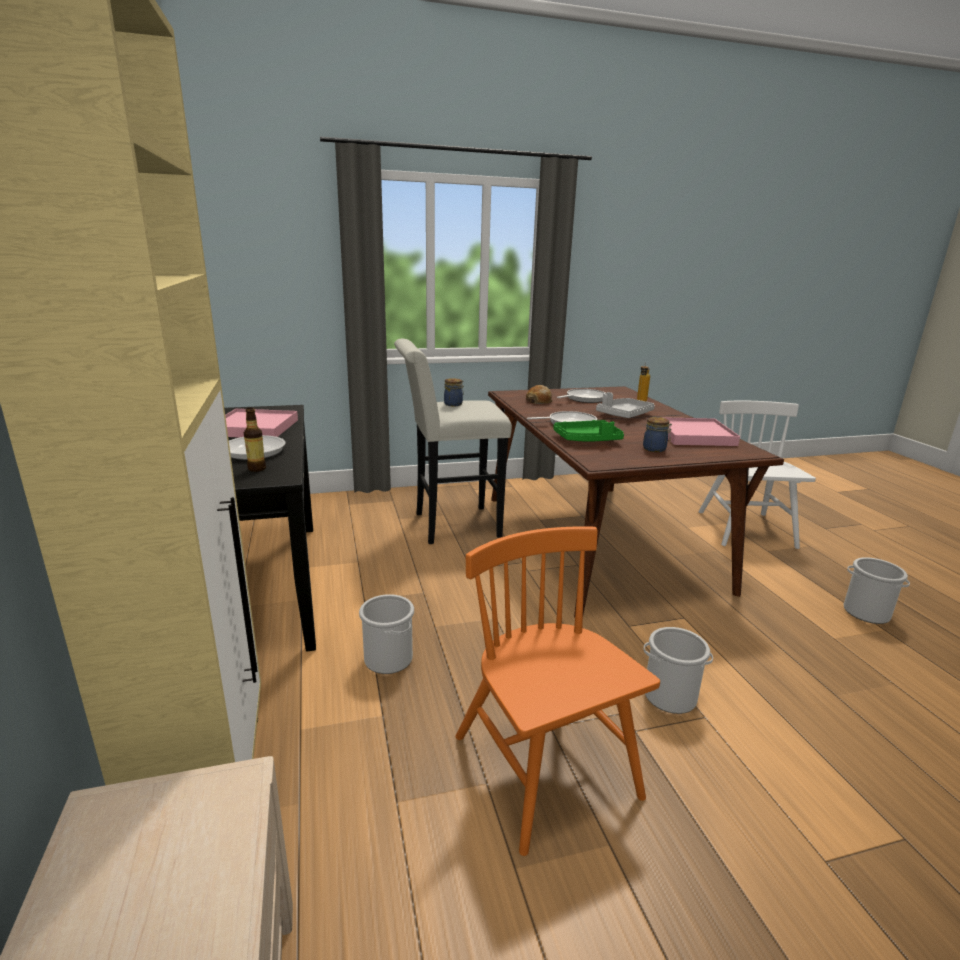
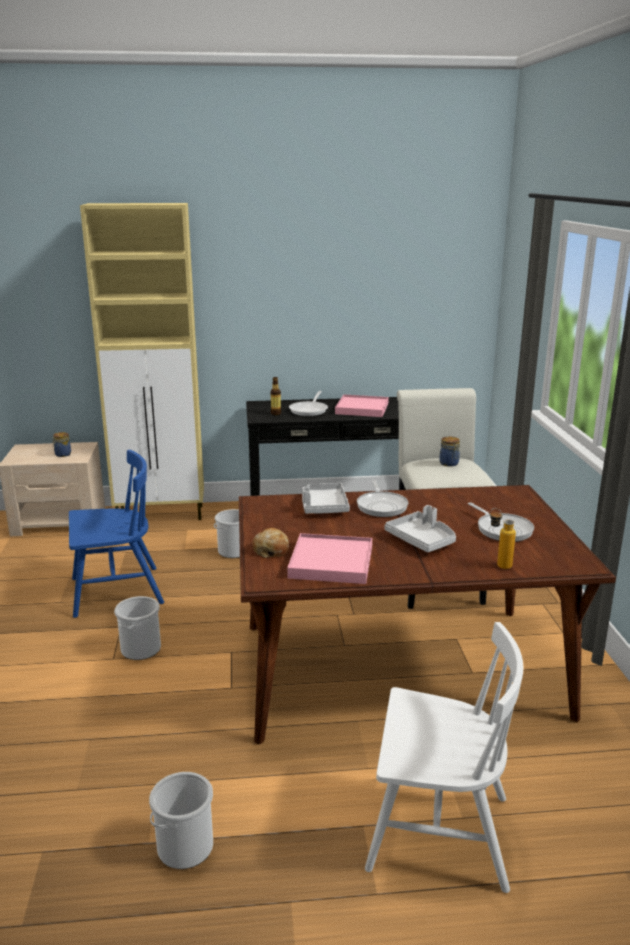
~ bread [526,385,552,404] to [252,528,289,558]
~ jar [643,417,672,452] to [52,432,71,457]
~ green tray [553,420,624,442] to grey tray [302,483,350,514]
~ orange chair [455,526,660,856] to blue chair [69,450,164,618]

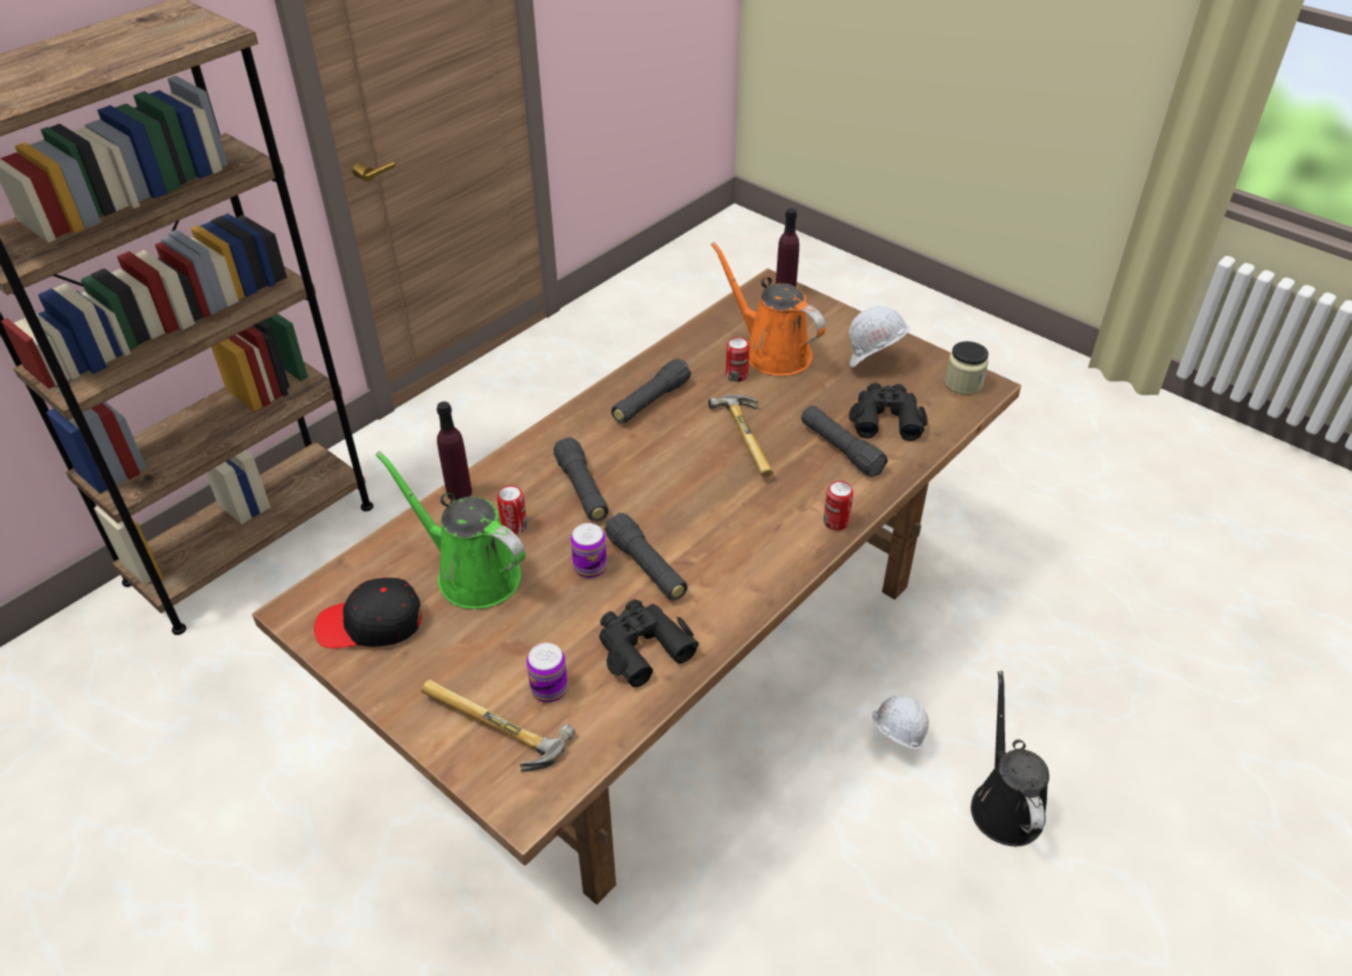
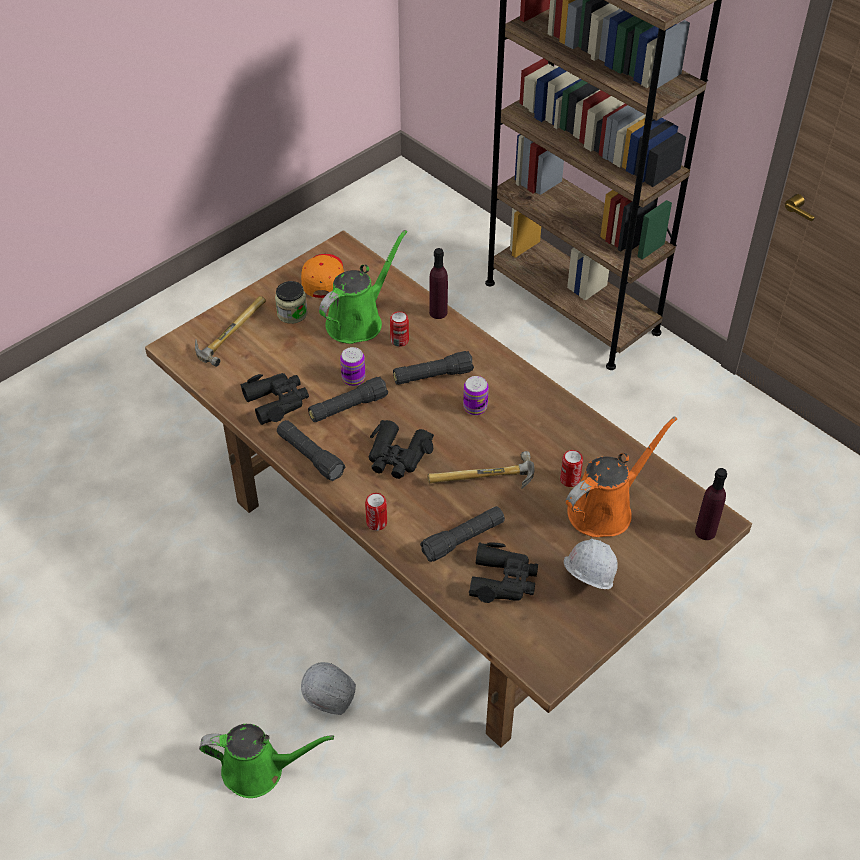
~ jar [945,341,988,395] to [275,281,307,324]
~ black flashlight [611,359,691,424] to [277,420,345,481]
~ black cap [314,577,422,648] to orange cap [301,254,344,298]
~ can [526,643,568,702] to [463,376,489,415]
~ black watering can [971,671,1049,846] to green watering can [199,724,334,798]
+ black binoculars [369,420,434,479]

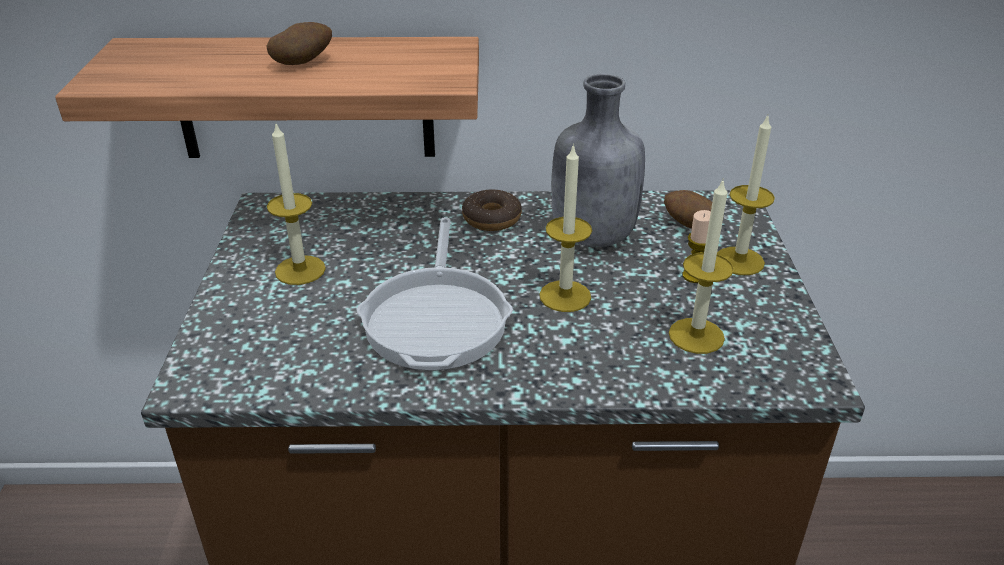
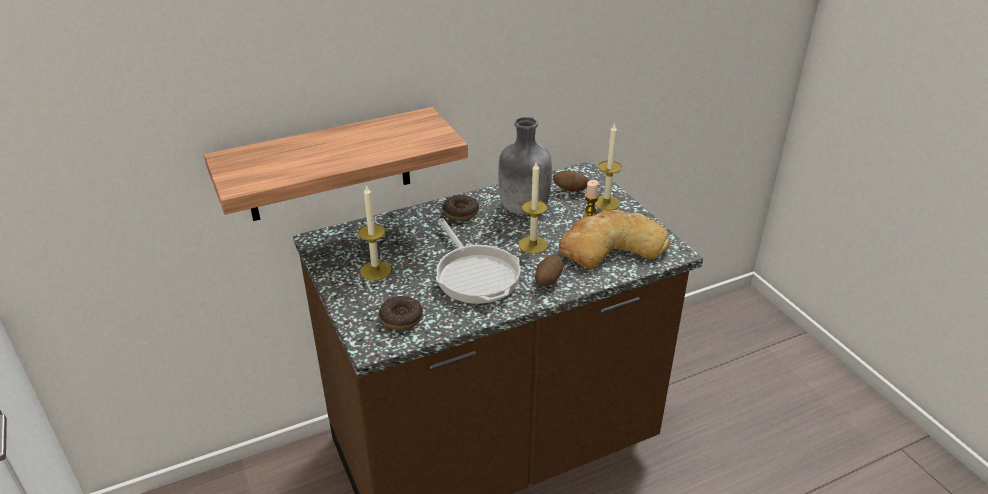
~ potato [266,22,332,65] to [535,255,563,286]
~ candle [669,180,734,354] to bread [559,210,670,269]
+ donut [379,296,423,330]

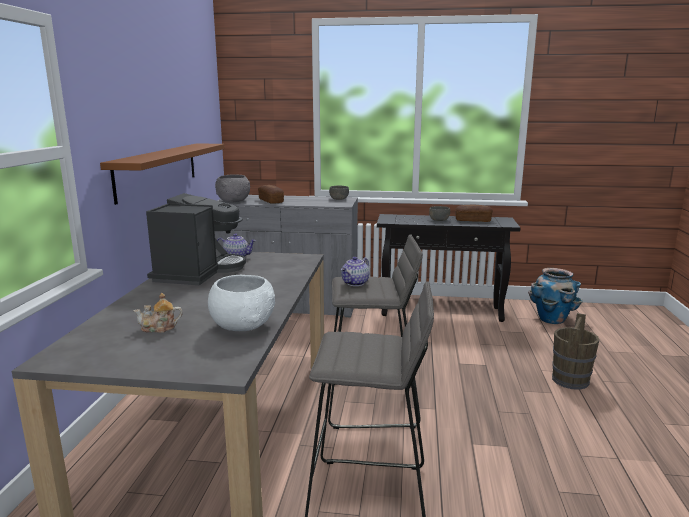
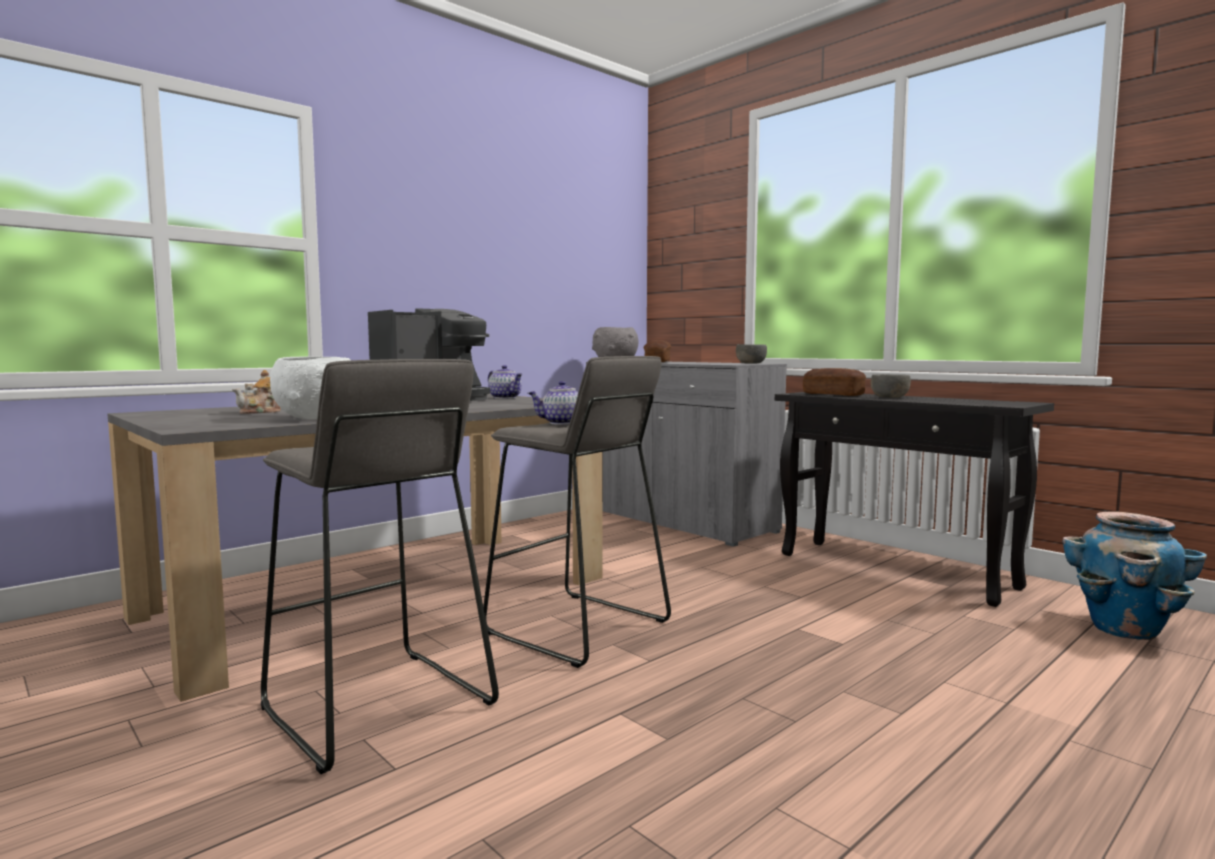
- brown shelf [100,143,225,205]
~ bread [455,204,493,222] to [803,368,866,396]
~ teapot [133,293,183,333] = [232,370,281,414] 75 degrees counterclockwise
- brown bucket [552,313,599,390]

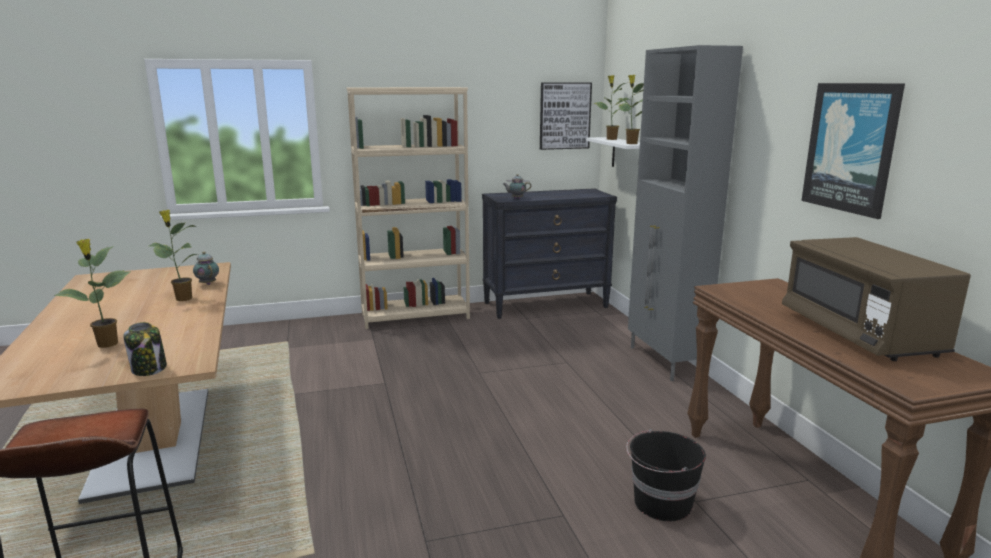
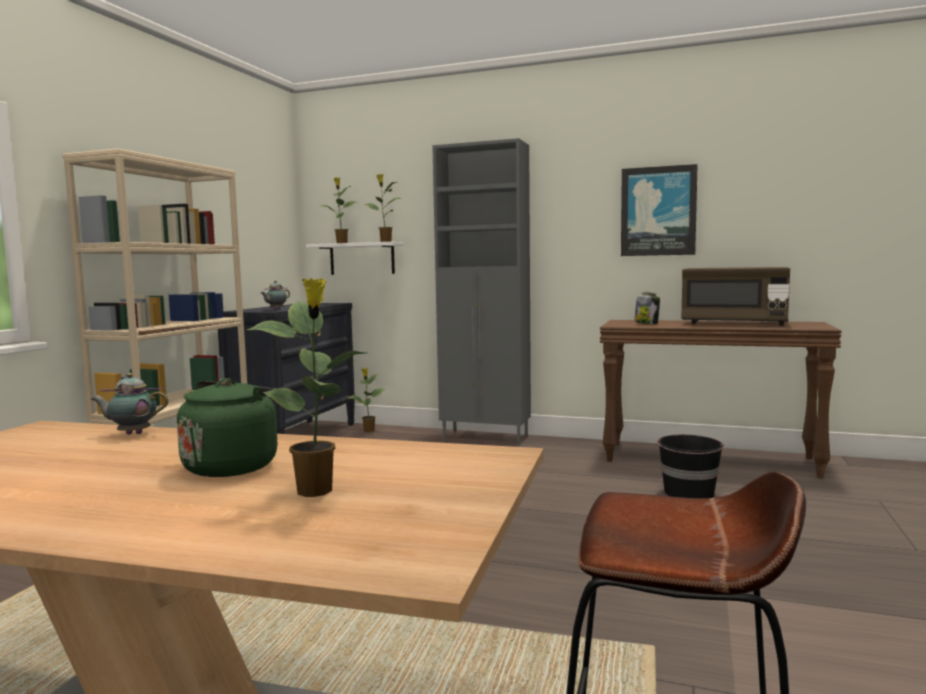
- picture [540,83,592,150]
~ potted plant [149,210,198,301] to [348,368,386,432]
~ jar [123,322,167,376] to [634,292,660,324]
+ green kettle [177,378,277,477]

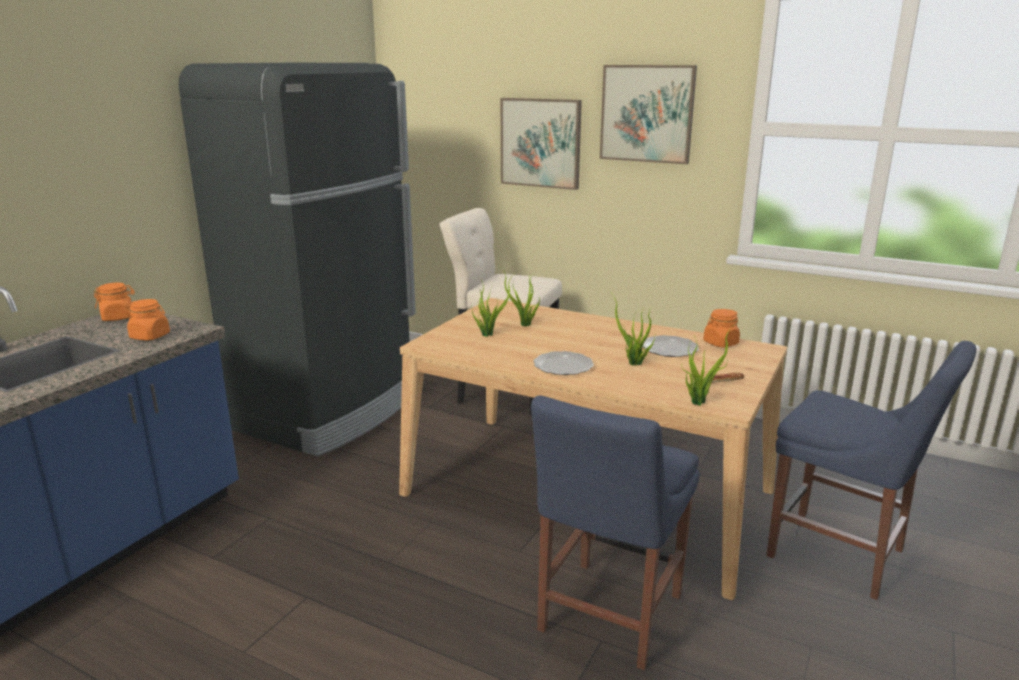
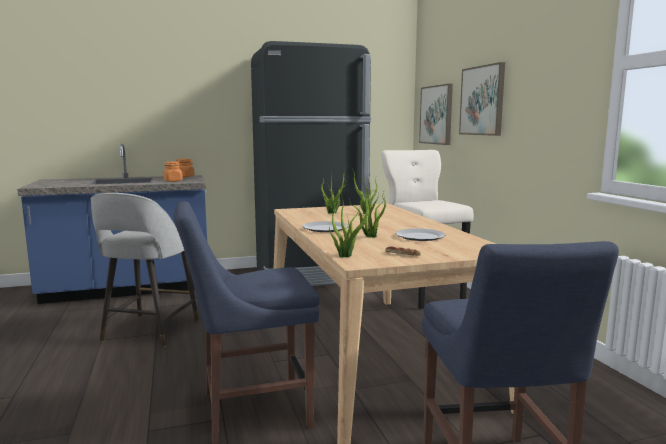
~ picture [600,65,697,164] to [419,84,453,145]
- orange jar [704,309,740,348]
+ grey stool [91,193,199,347]

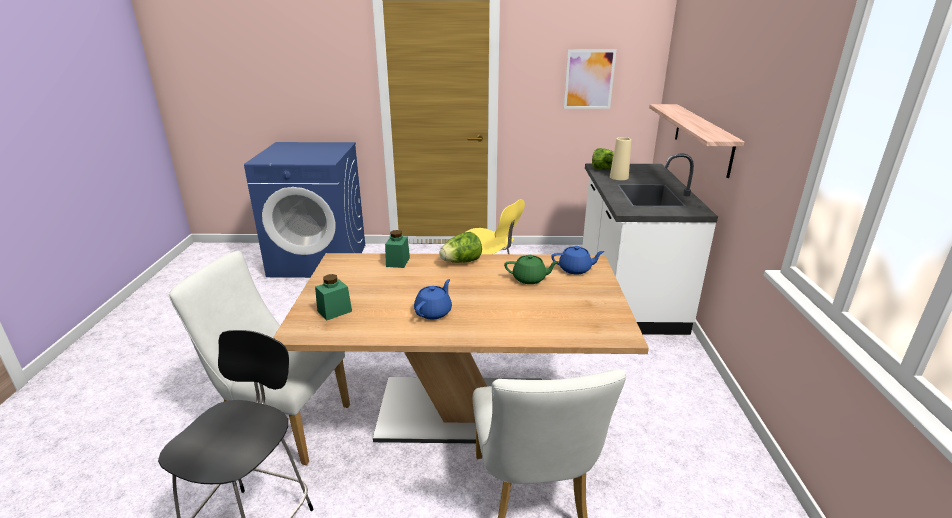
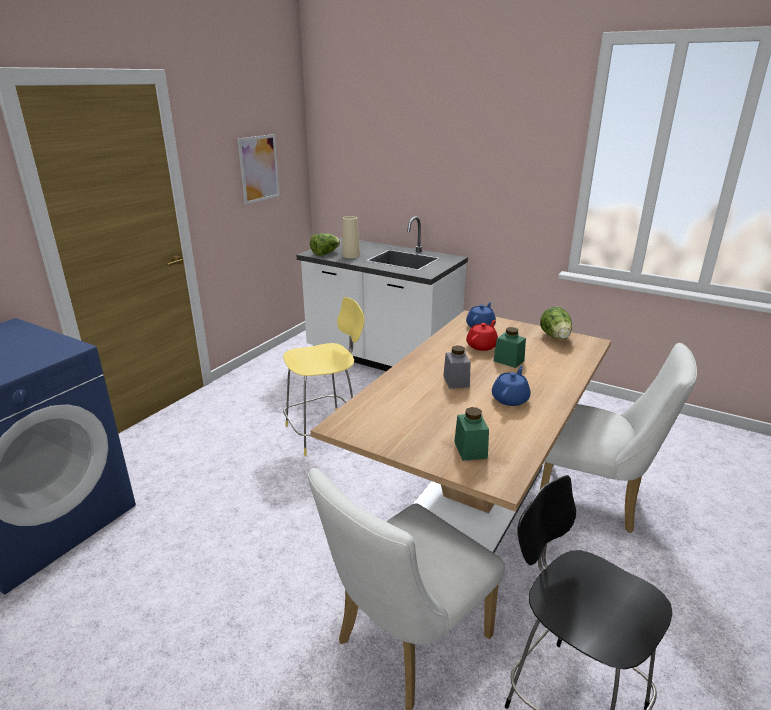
- shelf [649,104,744,178]
~ green jar [385,230,410,268] to [494,327,526,368]
~ lettuce [439,232,482,263] to [540,307,572,339]
~ green teapot [504,255,559,284] to red teapot [466,320,498,351]
~ blue teapot [414,279,452,319] = [492,366,531,406] 60 degrees clockwise
+ grey jar [443,345,471,389]

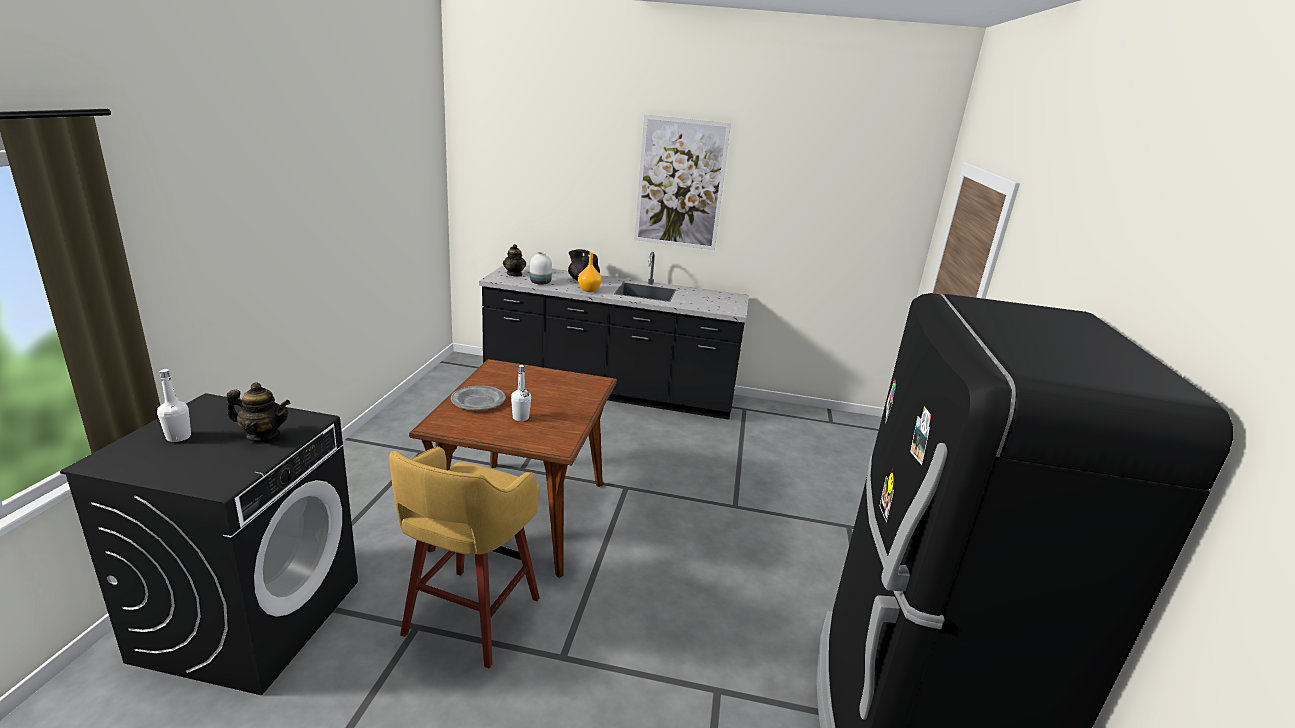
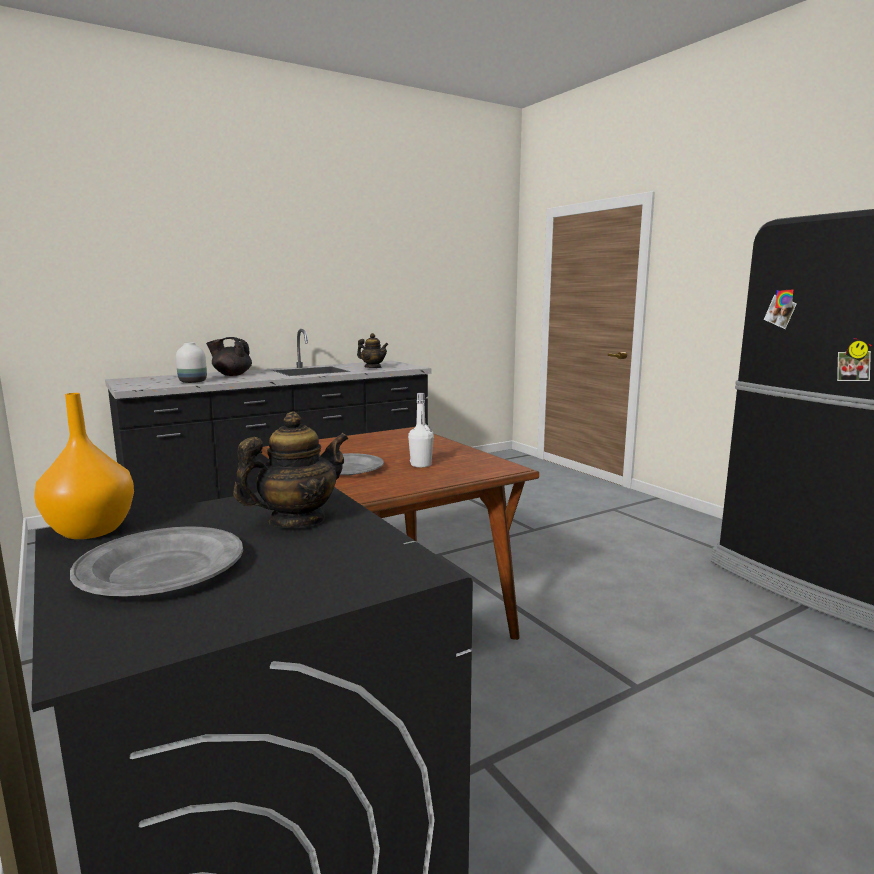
- picture [634,114,731,250]
~ teapot [503,244,526,277] to [357,333,388,368]
~ orange vase [578,252,602,292] to [34,393,134,539]
~ white bottle [157,369,191,442] to grey plate [70,526,243,596]
- yellow stool [389,446,540,668]

